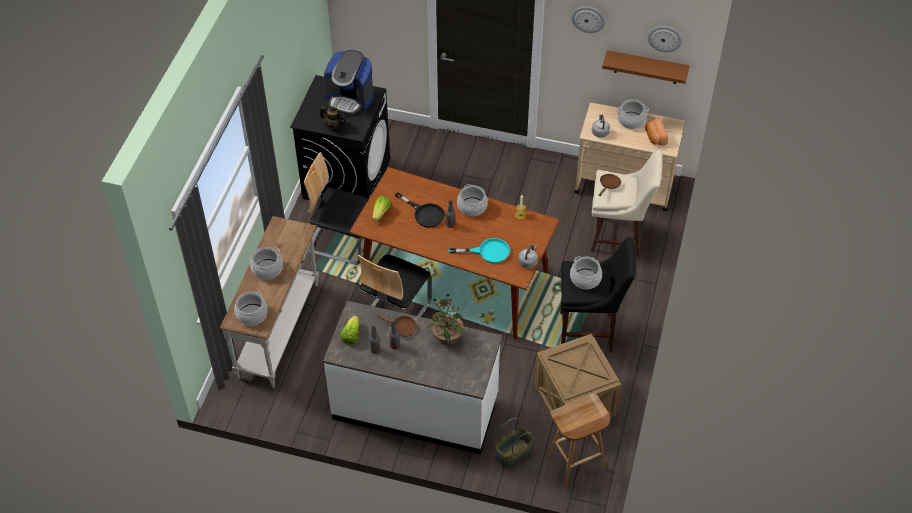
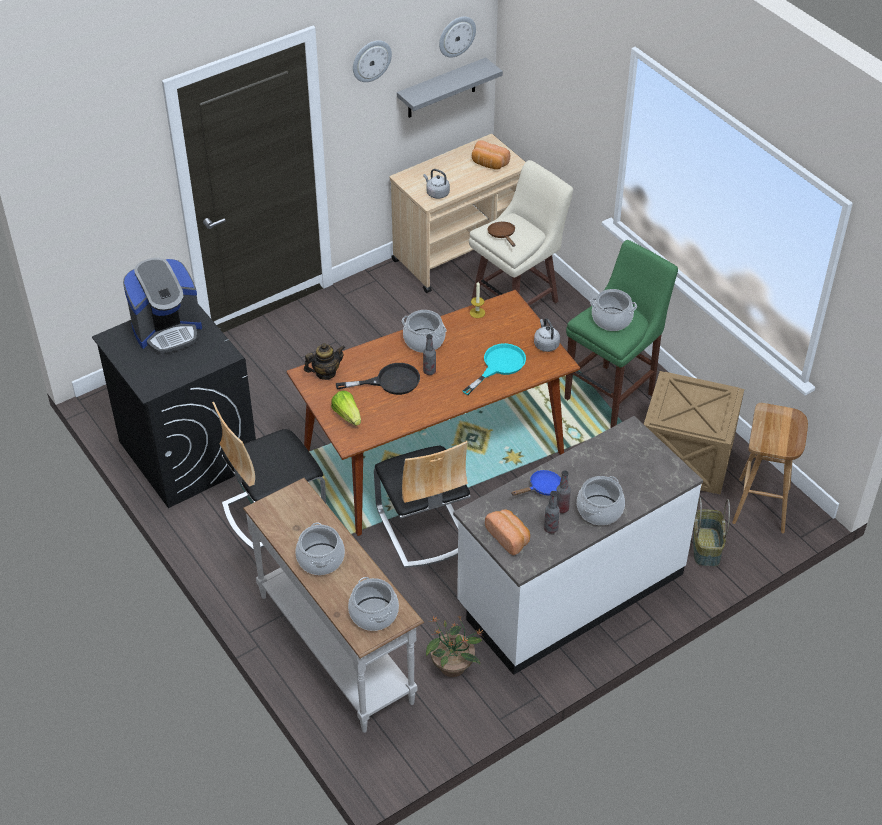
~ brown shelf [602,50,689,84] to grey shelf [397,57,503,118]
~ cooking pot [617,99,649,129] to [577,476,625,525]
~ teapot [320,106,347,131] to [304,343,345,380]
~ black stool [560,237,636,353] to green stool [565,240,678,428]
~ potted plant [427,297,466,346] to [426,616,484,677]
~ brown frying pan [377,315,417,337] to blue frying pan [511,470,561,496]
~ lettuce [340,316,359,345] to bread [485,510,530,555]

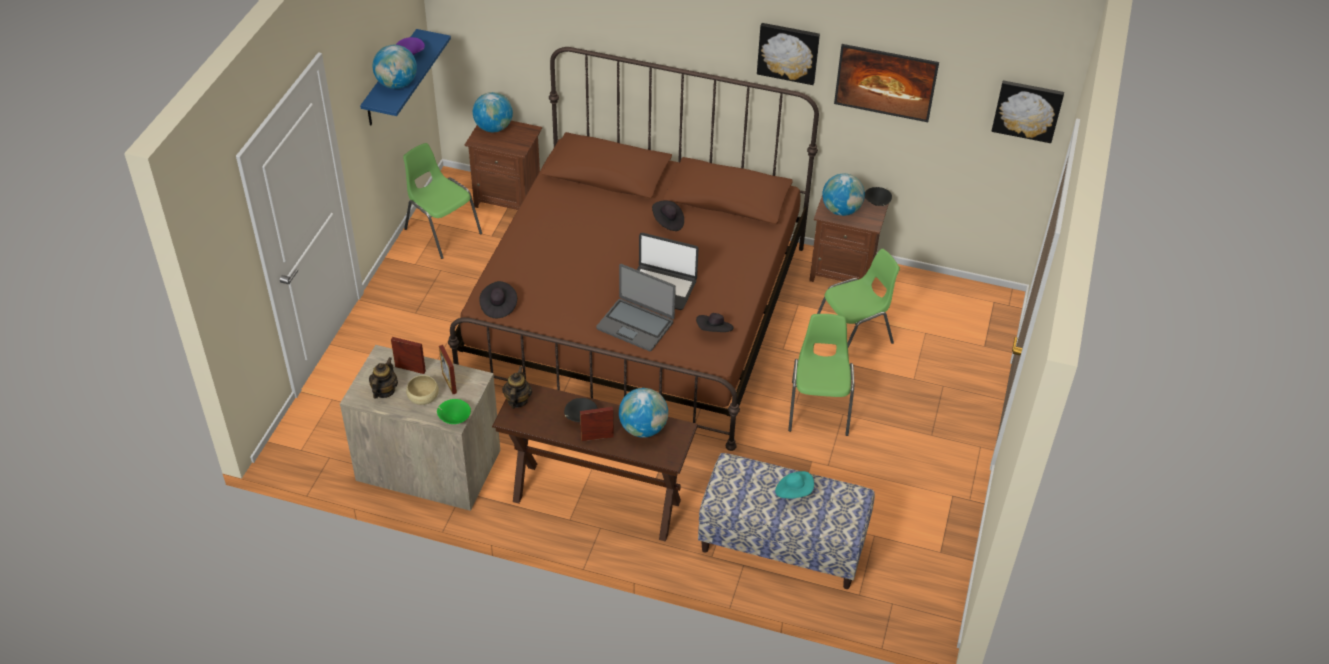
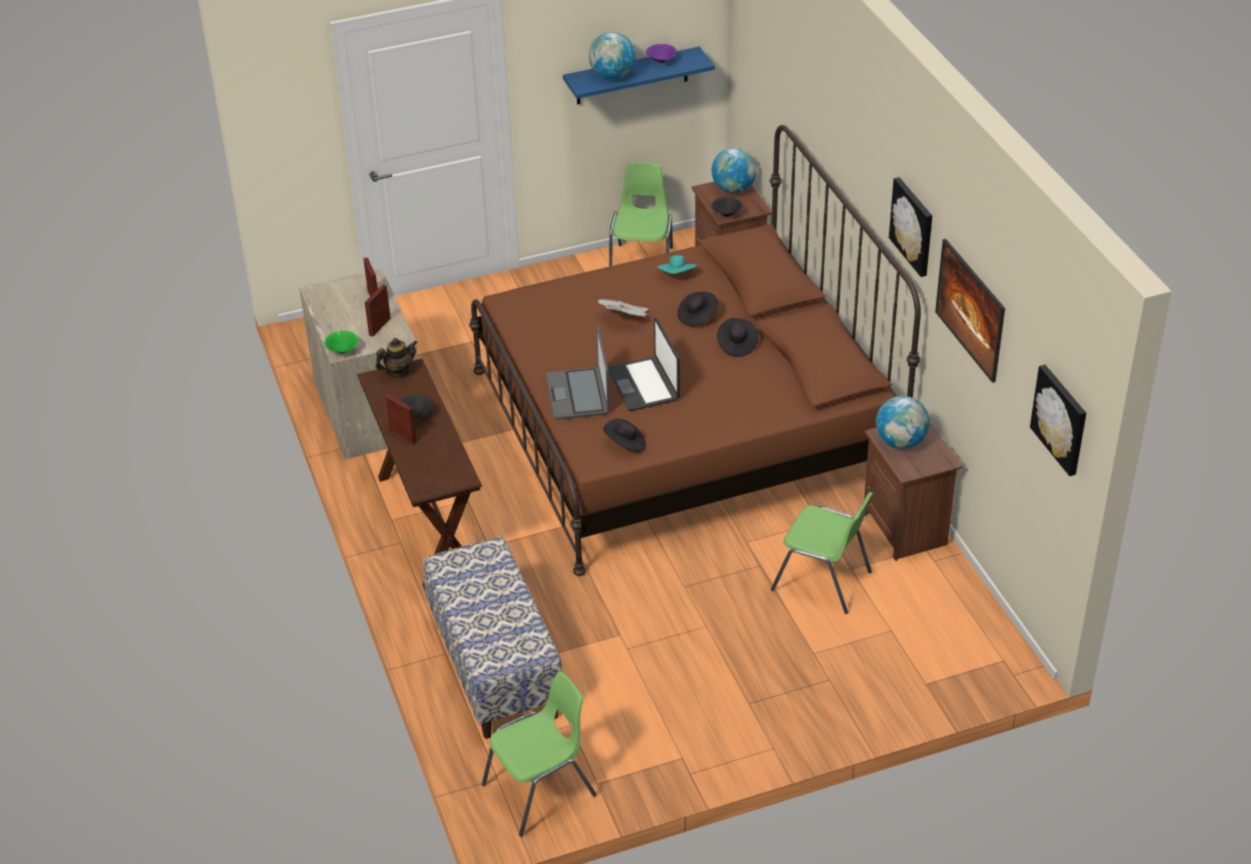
~ black bowl [865,187,892,206] to [712,197,742,217]
~ black hat [479,281,517,318] to [677,292,718,326]
~ green chair [788,314,854,436] to [482,671,597,837]
- teapot [369,357,398,398]
- beige bowl [406,375,439,405]
- globe [619,388,668,438]
~ turquoise hat [775,471,814,498] to [657,255,697,274]
+ newspaper [598,299,648,317]

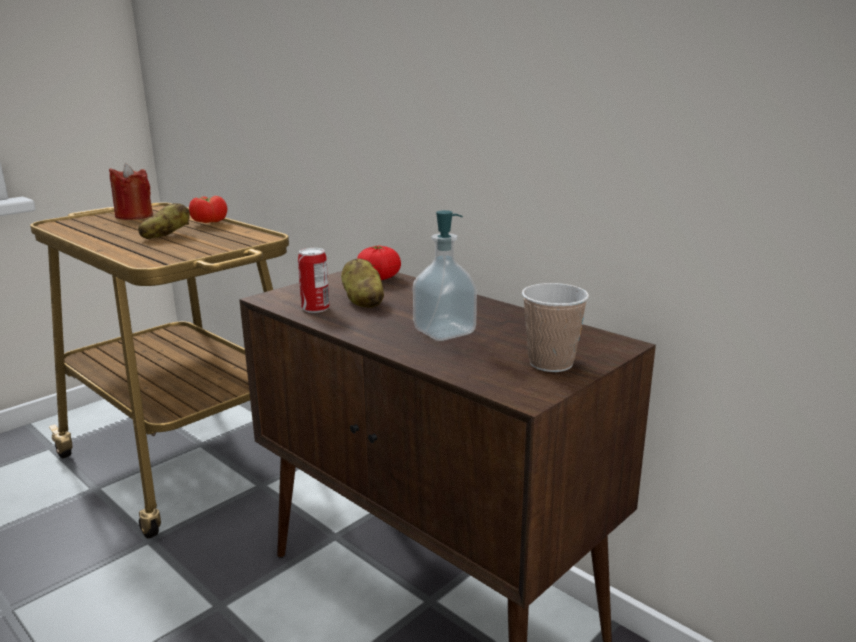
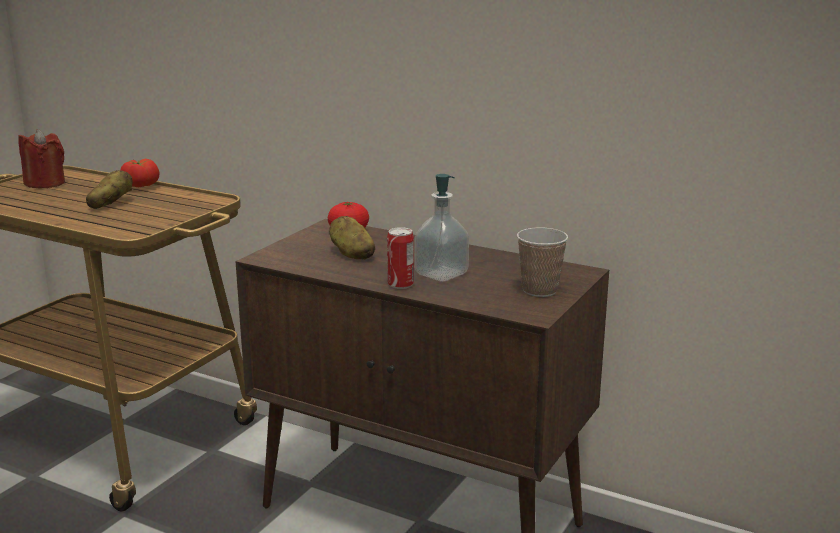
~ can [298,248,329,313] to [387,227,414,289]

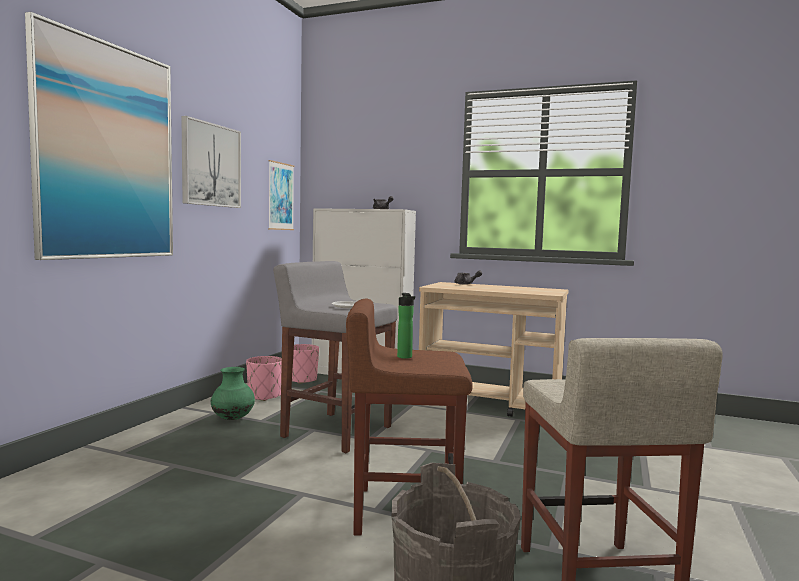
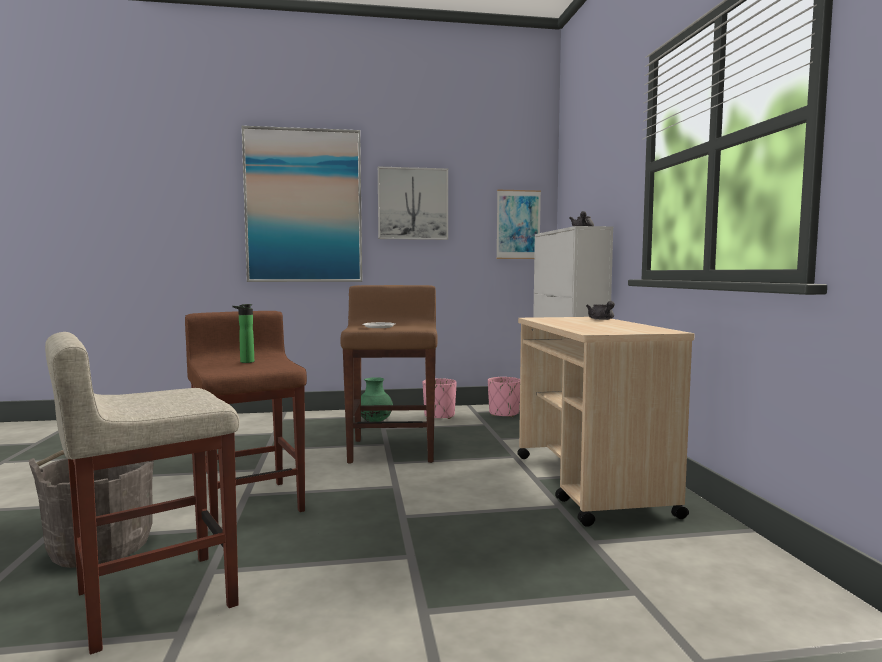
~ grey stool [273,261,398,453] to brown stool [340,285,438,464]

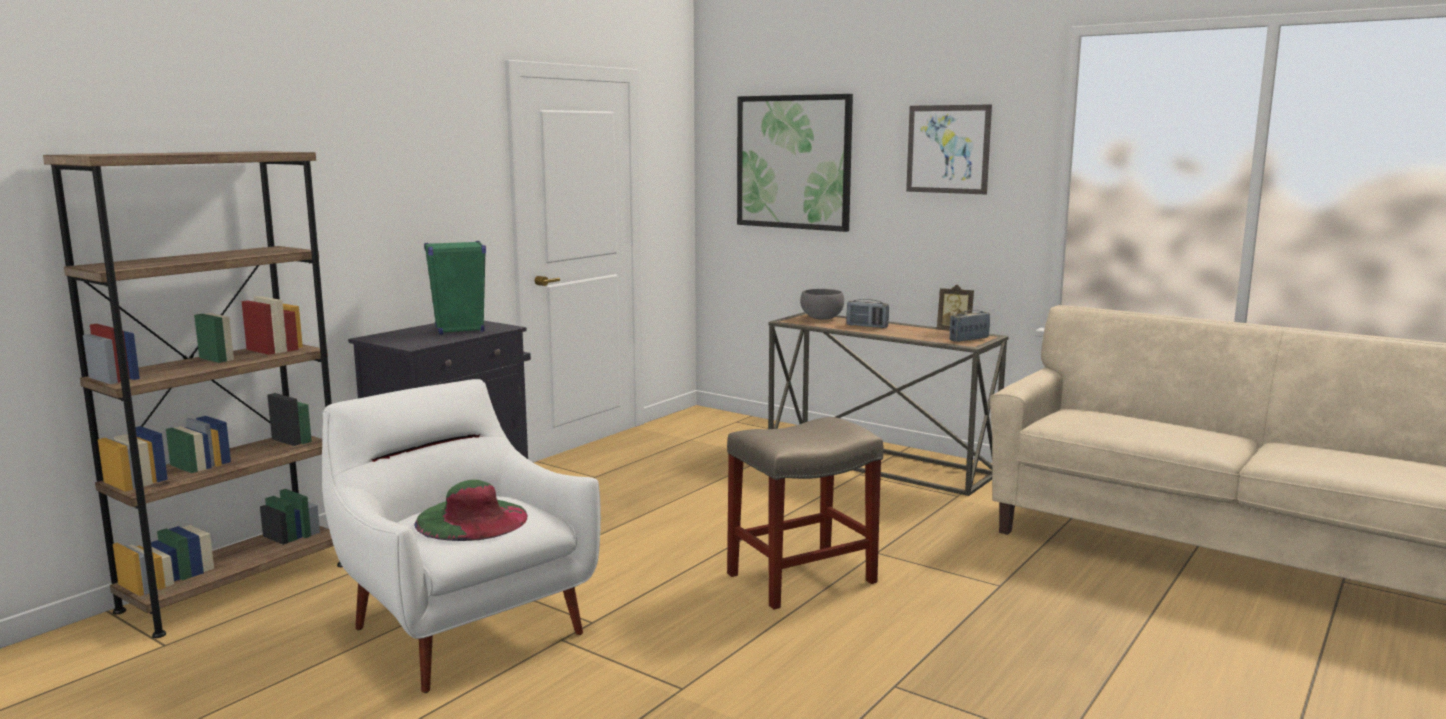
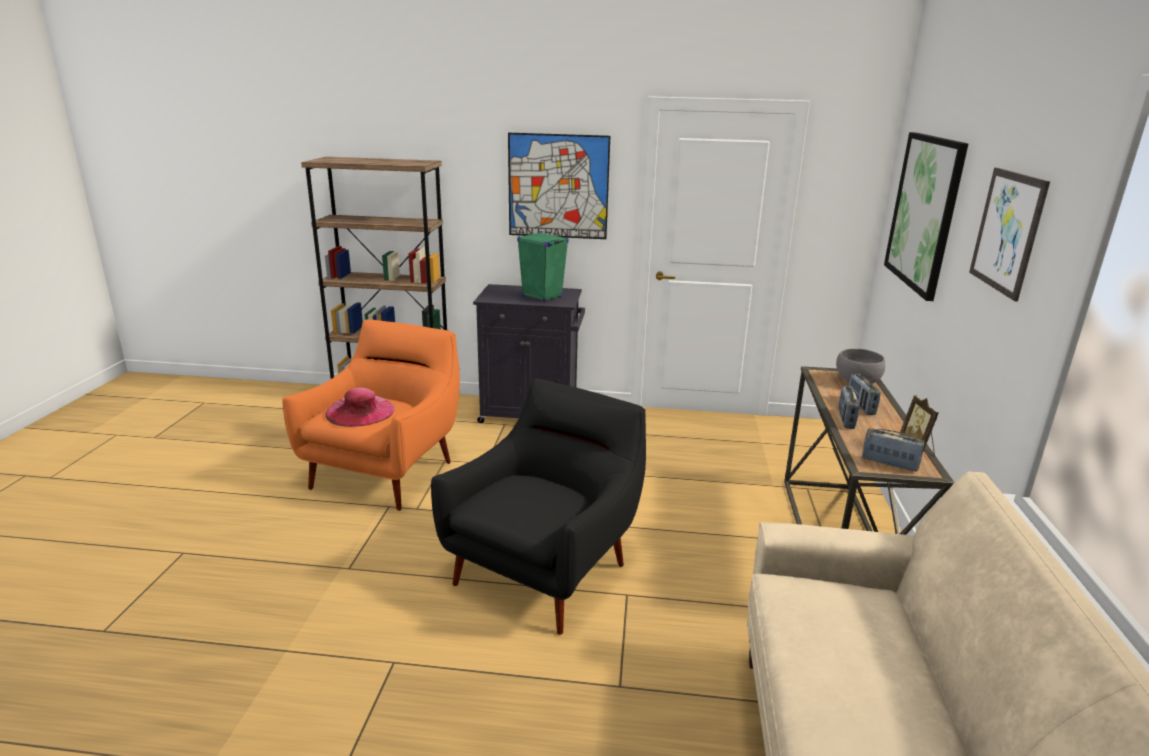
~ white armchair [322,379,601,693] to orange armchair [282,319,460,511]
~ beige stool [727,417,884,610] to black armchair [431,379,646,635]
~ green hat [414,480,528,541] to pink hat [326,387,395,427]
+ picture [508,133,610,239]
+ radio [838,386,860,429]

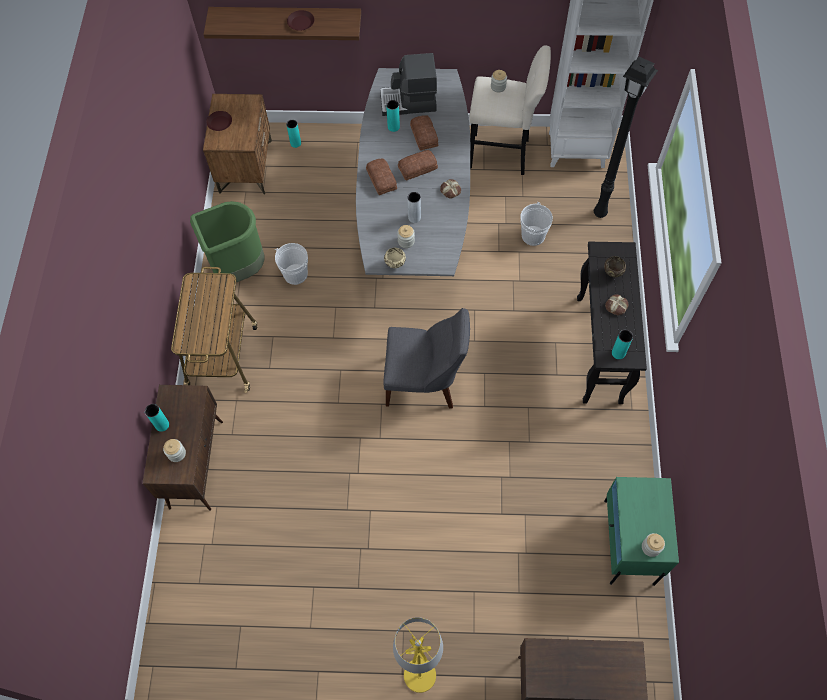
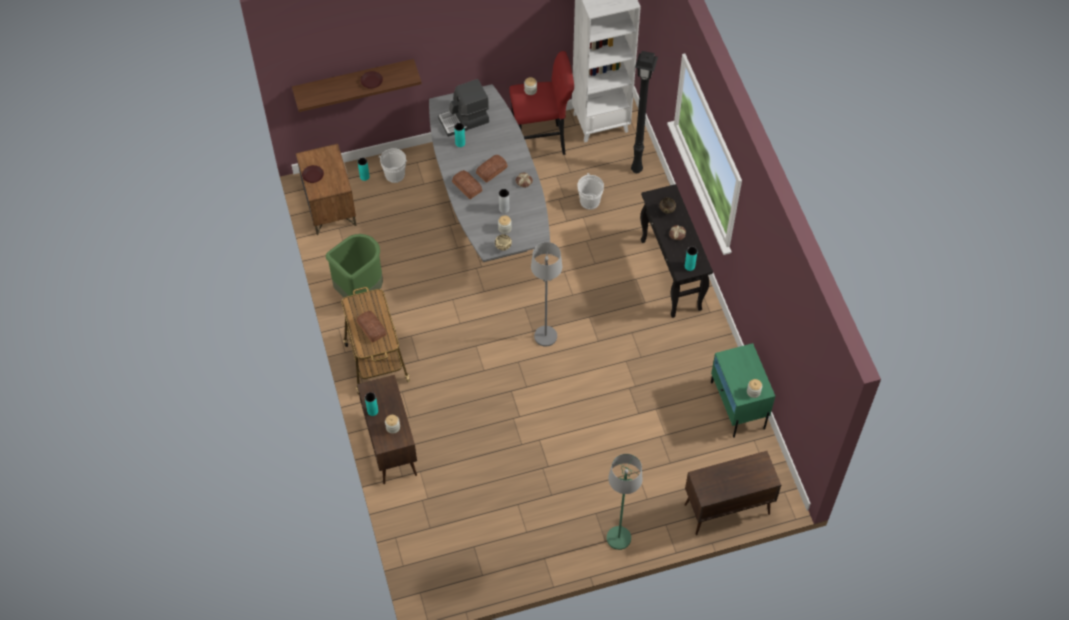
~ beige stool [469,45,551,175] to red stool [509,51,574,155]
~ bread [410,115,438,151] to [357,311,387,343]
~ white bucket [275,243,308,285] to [378,148,407,183]
~ grey chair [384,308,470,409] to grey floor lamp [531,242,562,347]
~ yellow floor lamp [393,617,443,693] to green floor lamp [607,454,643,550]

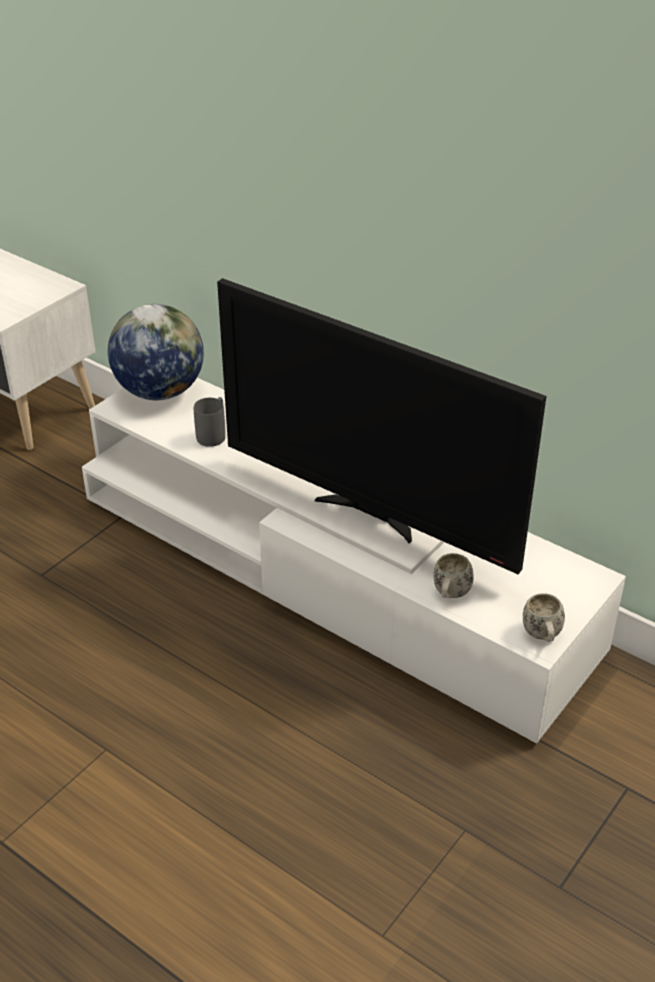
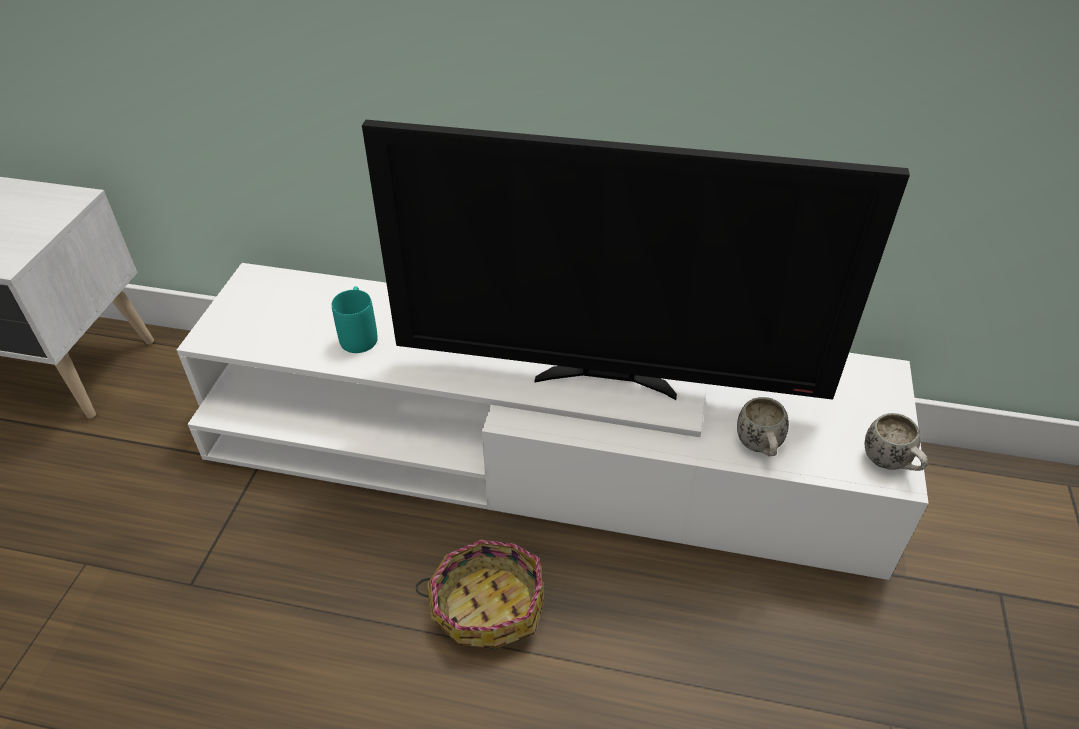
- globe [108,304,204,400]
~ grey mug [194,397,226,447] to turquoise mug [332,286,378,353]
+ basket [416,540,545,649]

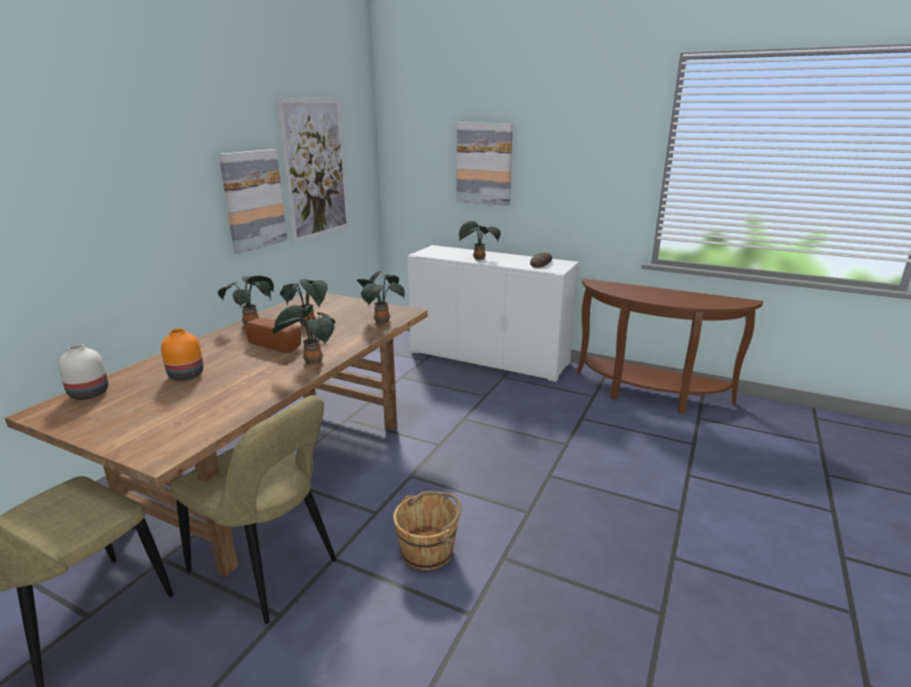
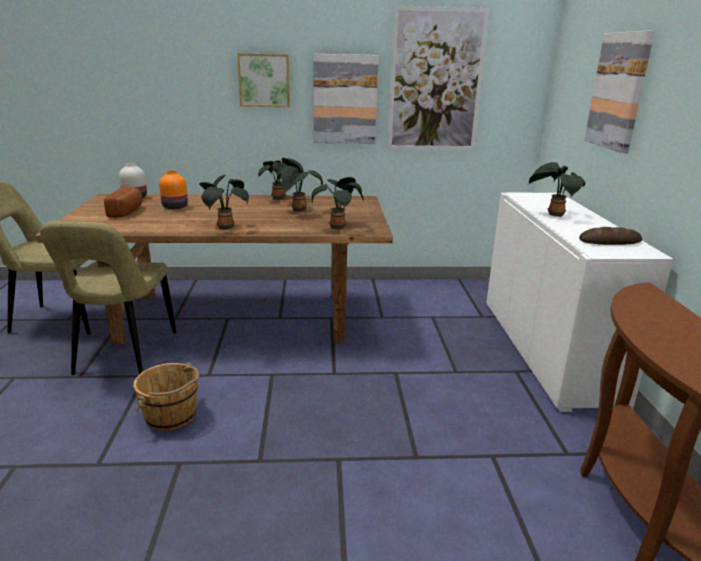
~ bread [245,318,301,353] to [104,187,143,218]
+ picture [237,53,290,107]

